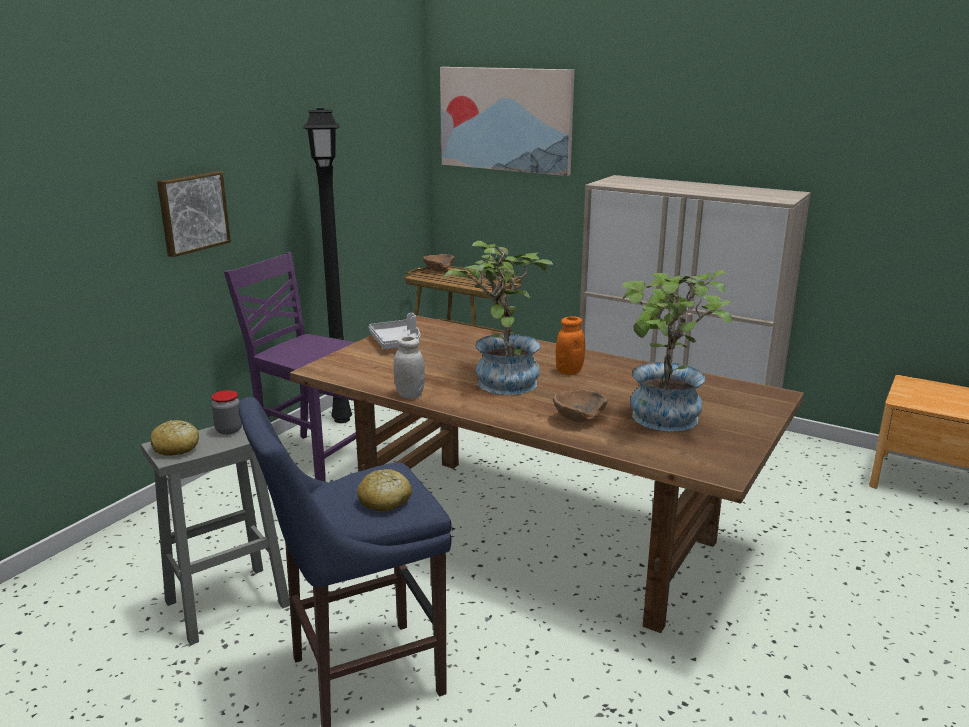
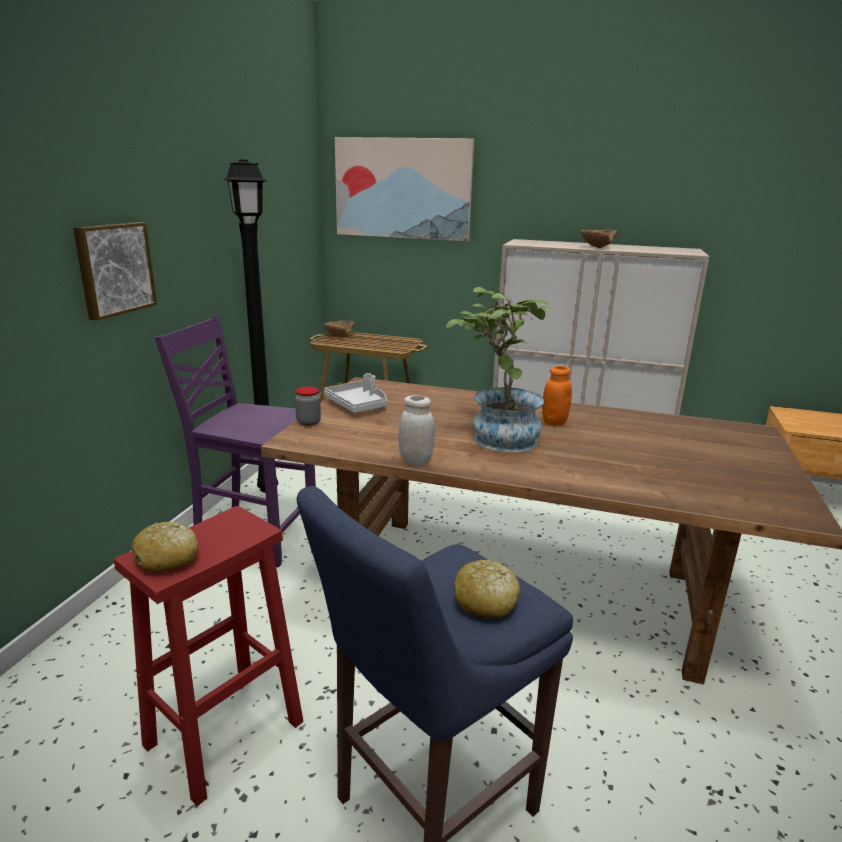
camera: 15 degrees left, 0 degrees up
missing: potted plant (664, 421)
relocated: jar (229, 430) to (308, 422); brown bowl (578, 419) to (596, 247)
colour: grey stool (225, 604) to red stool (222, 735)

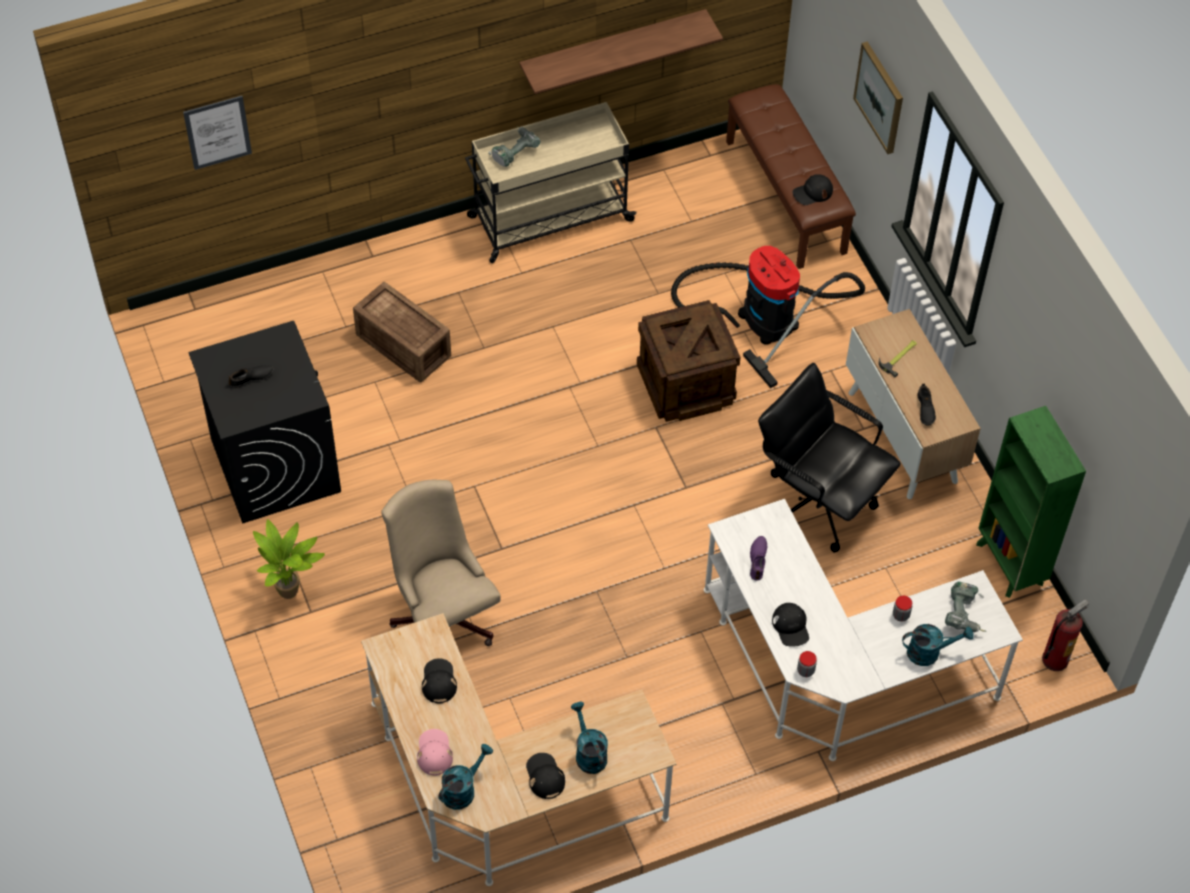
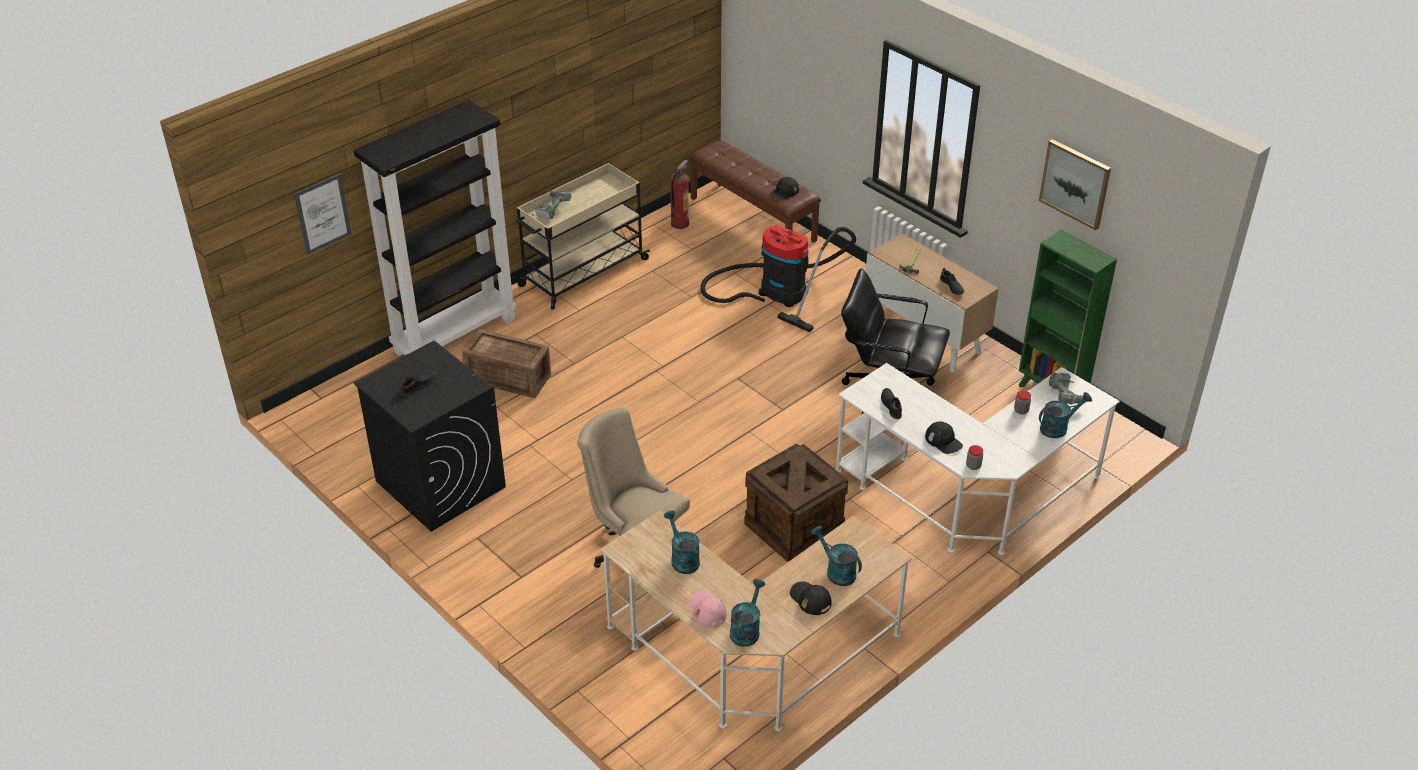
camera: 20 degrees left, 15 degrees down
missing: potted plant (291, 591); shelf (613, 47)
appeared: black bookcase (455, 334)
relocated: fire extinguisher (1055, 659) to (679, 223); crate (686, 384) to (794, 528); picture (880, 97) to (1075, 183)
exchanged: black cap (439, 681) to turquoise watering can (682, 558)
colour: purple shoe (758, 560) to black shoe (891, 405)

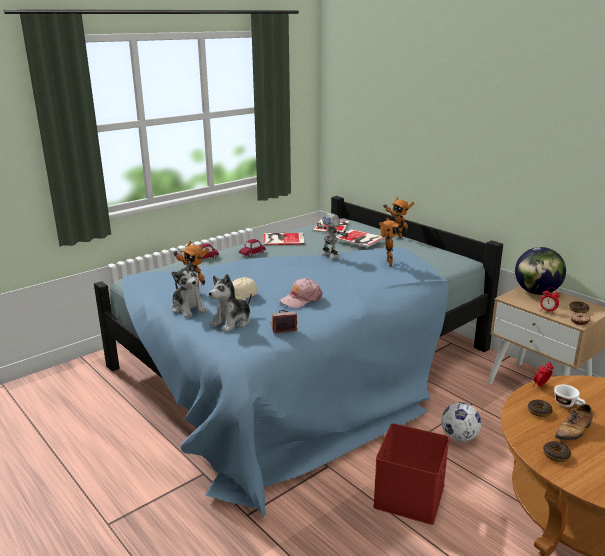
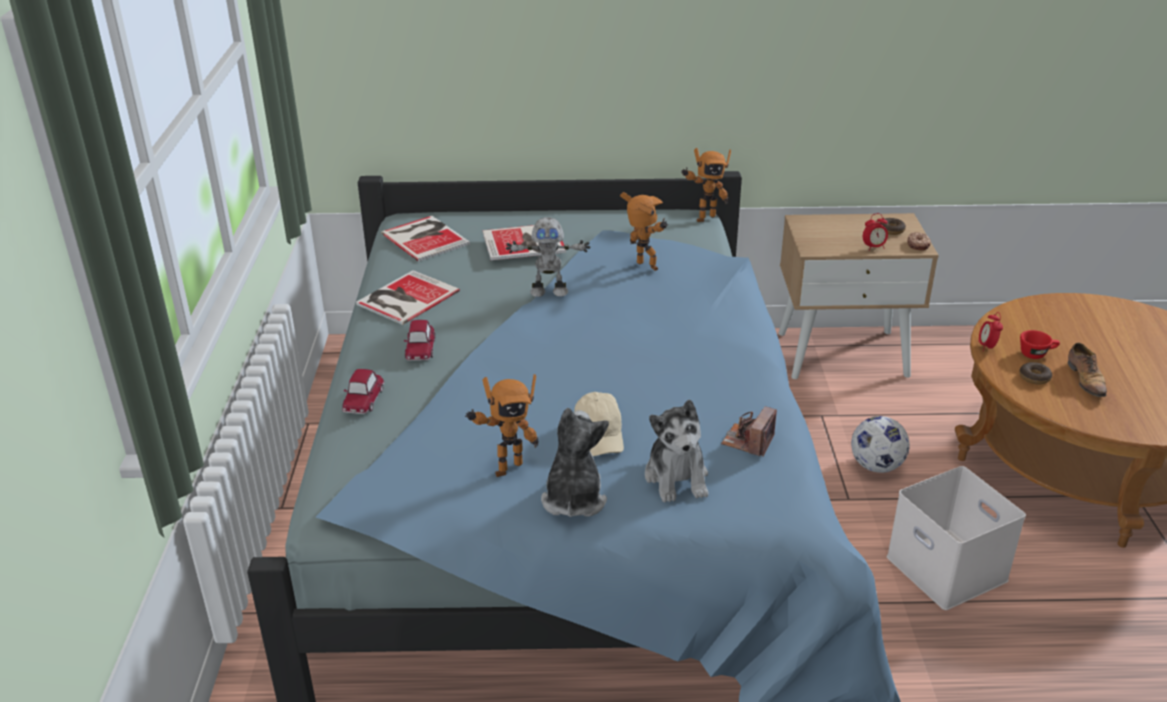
camera: 50 degrees left, 10 degrees up
missing: pink cap (301, 299); globe (536, 292); donut (556, 455)
relocated: toy robot (395, 236) to (703, 217)
colour: red storage box (410, 497) to white storage box (949, 569); white cup (568, 404) to red cup (1036, 354)
spun: plush toy (189, 308) = (573, 499) 90 degrees counterclockwise

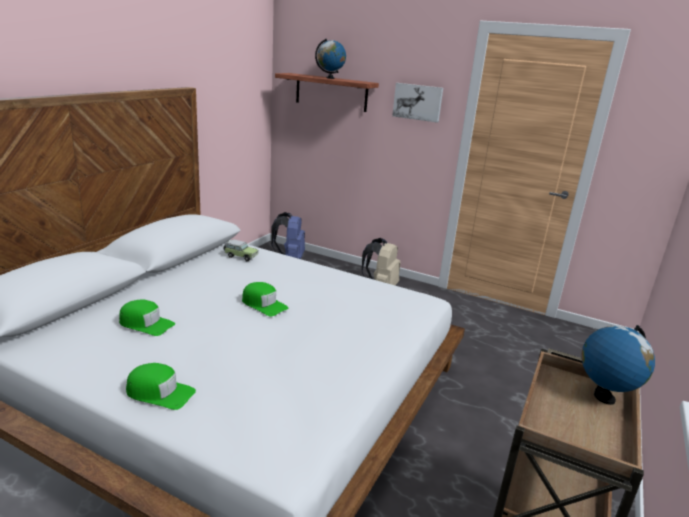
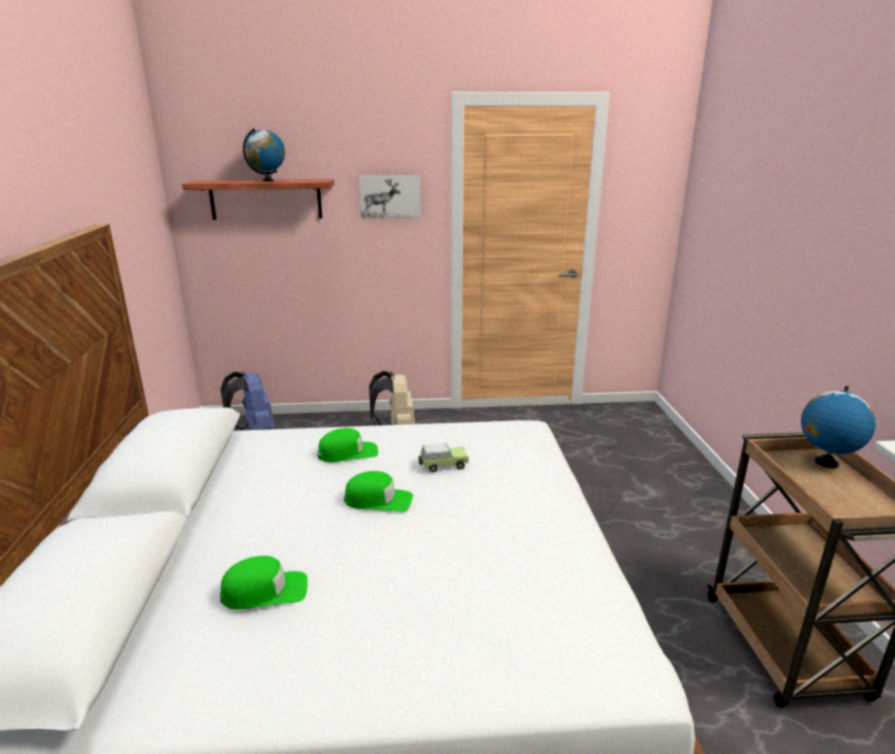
camera: 30 degrees left, 0 degrees up
relocated: green cap (160, 393) to (348, 453); toy car (240, 256) to (442, 466)

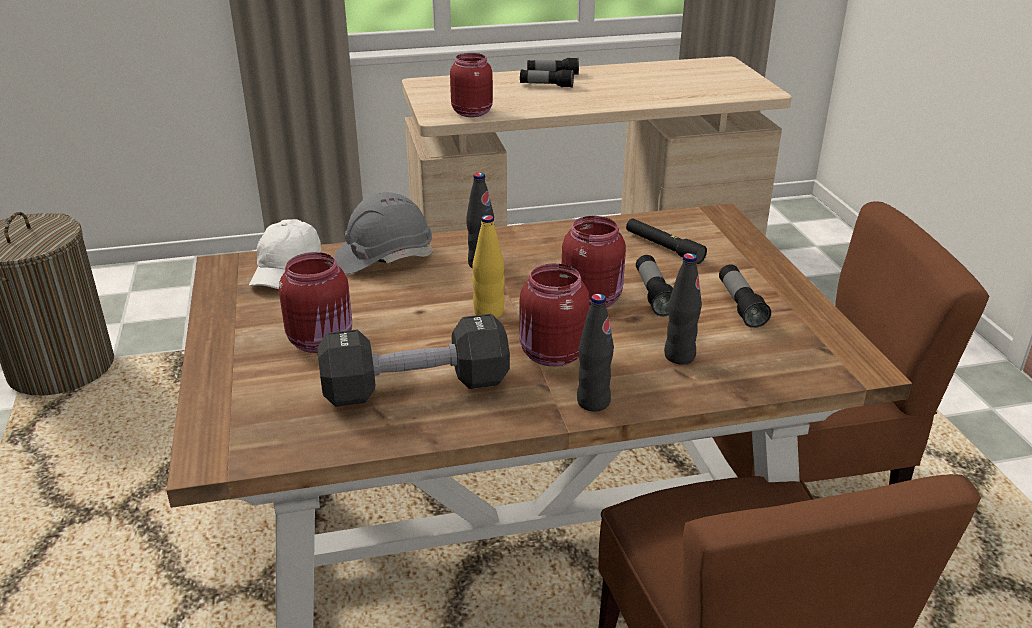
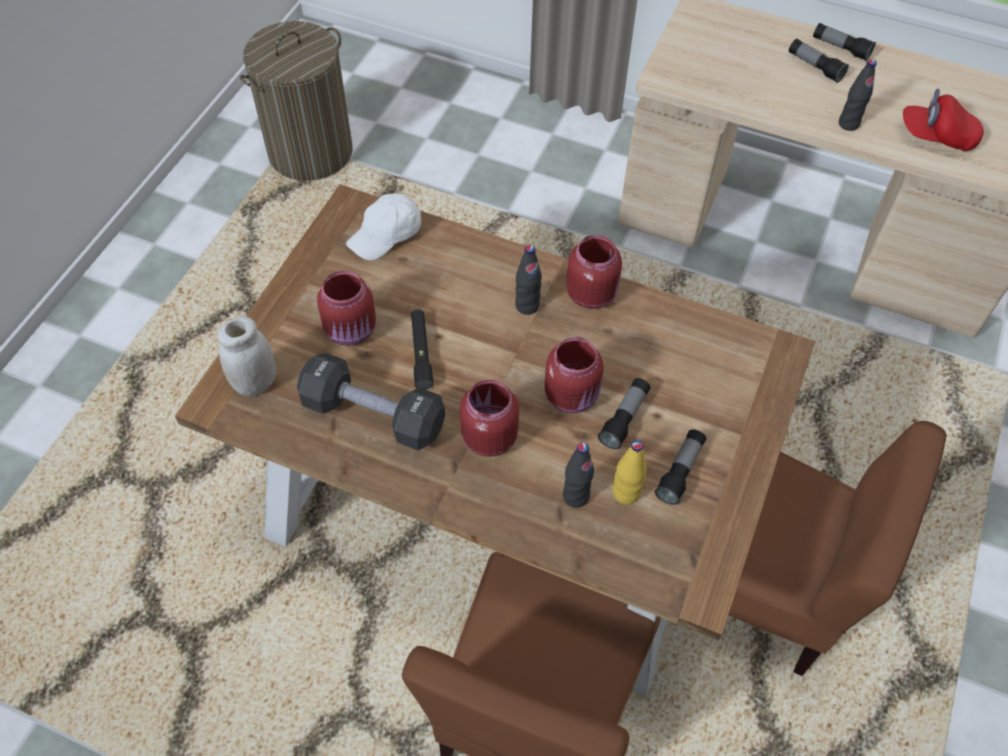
camera: 35 degrees right, 25 degrees up
missing: grey hard hat (384, 258)
appeared: white jar (255, 383); red cap (936, 136)
relocated: black flashlight (663, 247) to (421, 353); red jar (472, 112) to (592, 293); yellow bottle (489, 312) to (625, 493); black bottle (593, 402) to (848, 124)

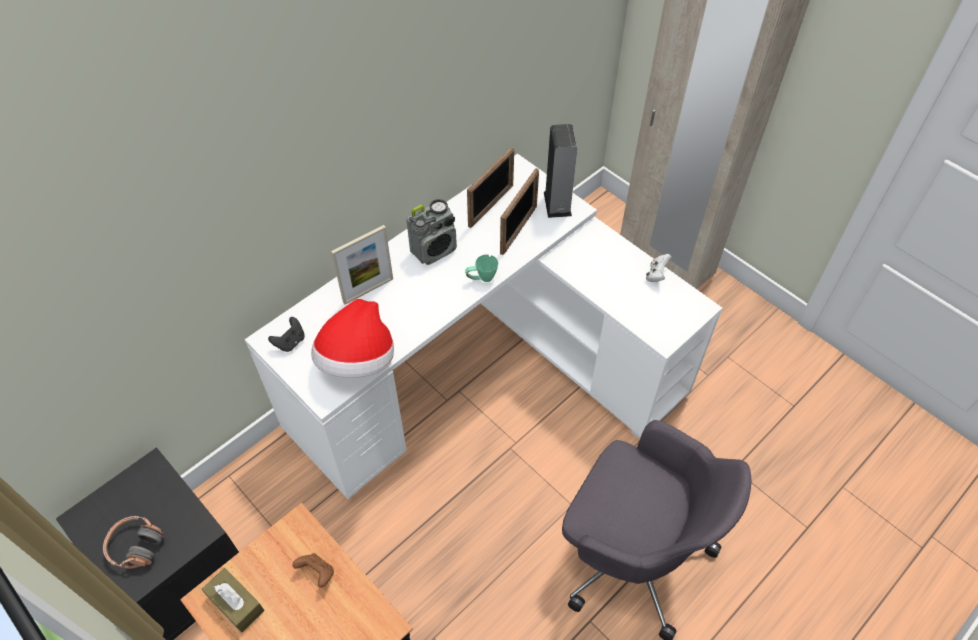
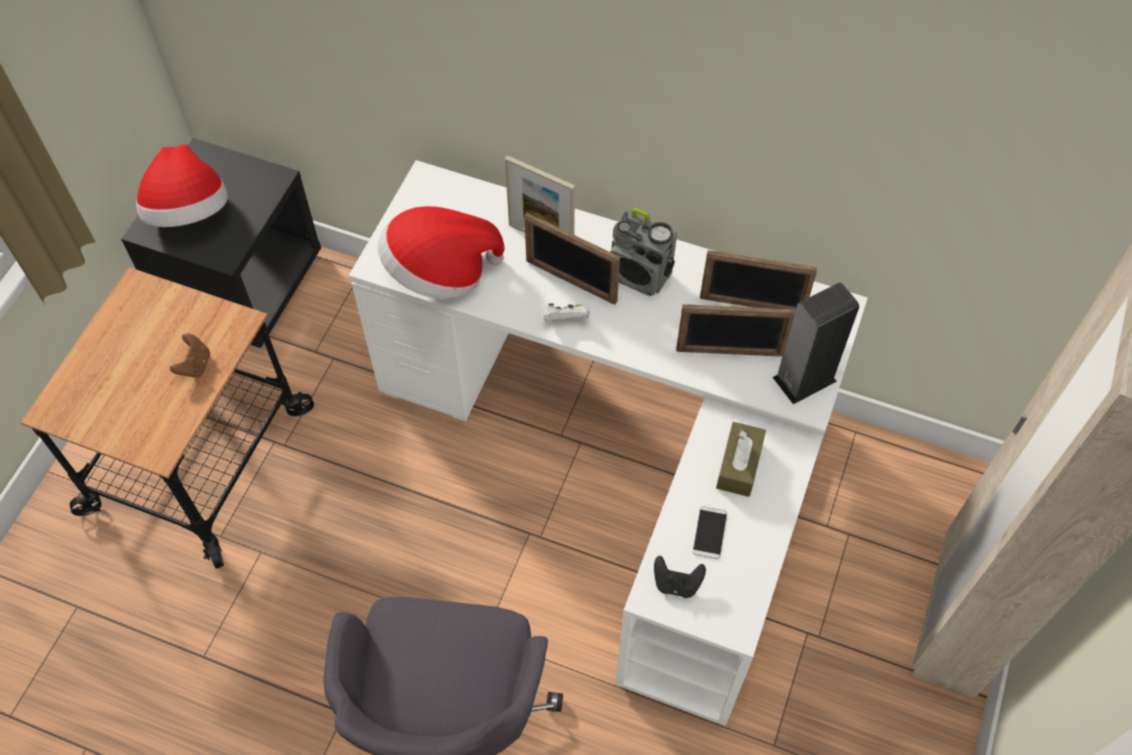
camera: 65 degrees right, 5 degrees up
missing: green mug (481, 279)
appeared: picture frame (570, 281); phone (709, 532)
relocated: white game controller (656, 274) to (565, 320); black game controller (290, 342) to (676, 583); brown tissue box (236, 603) to (739, 465)
exchanged: headphones (136, 546) to hat (189, 213)

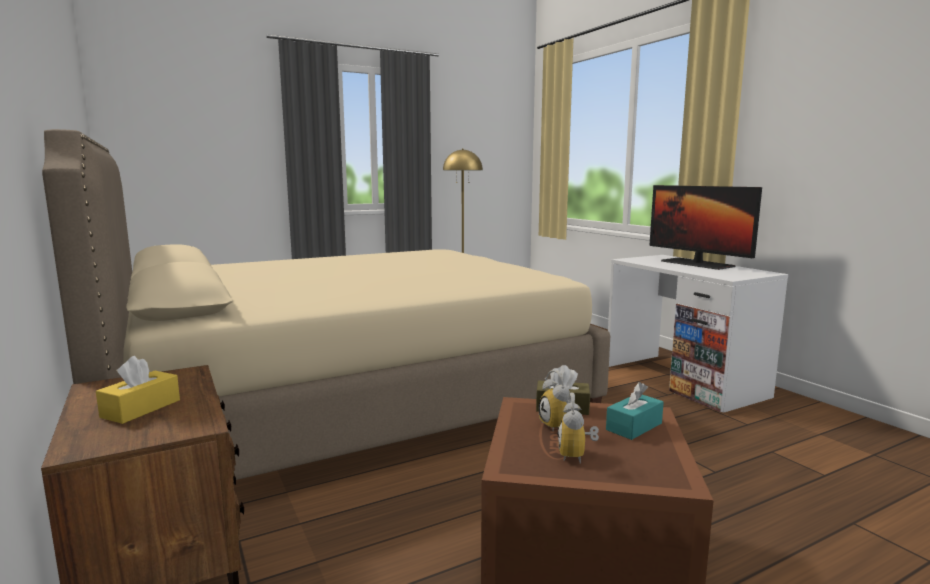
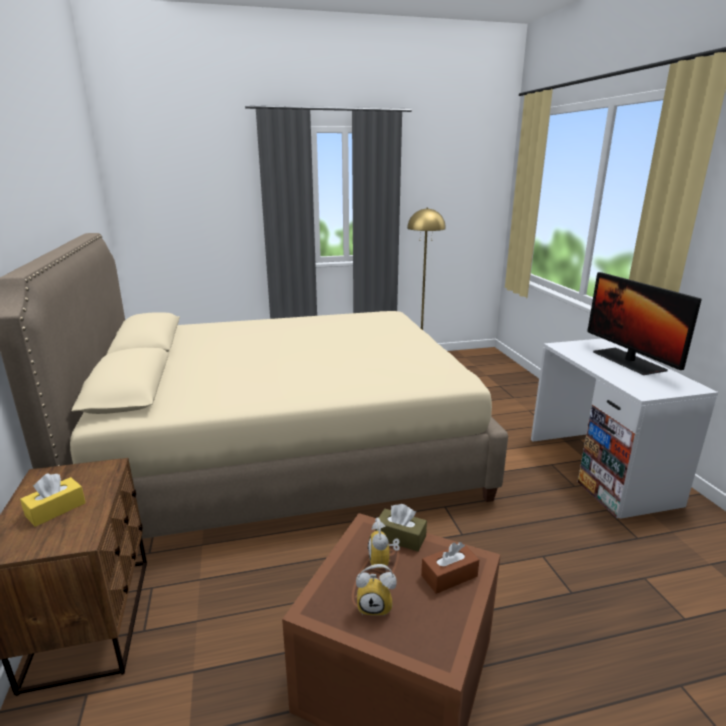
camera: 15 degrees right, 10 degrees up
colour: turquoise tissue box (634, 426) to brown tissue box (449, 576)
spun: alarm clock (577, 456) = (376, 605) 105 degrees counterclockwise

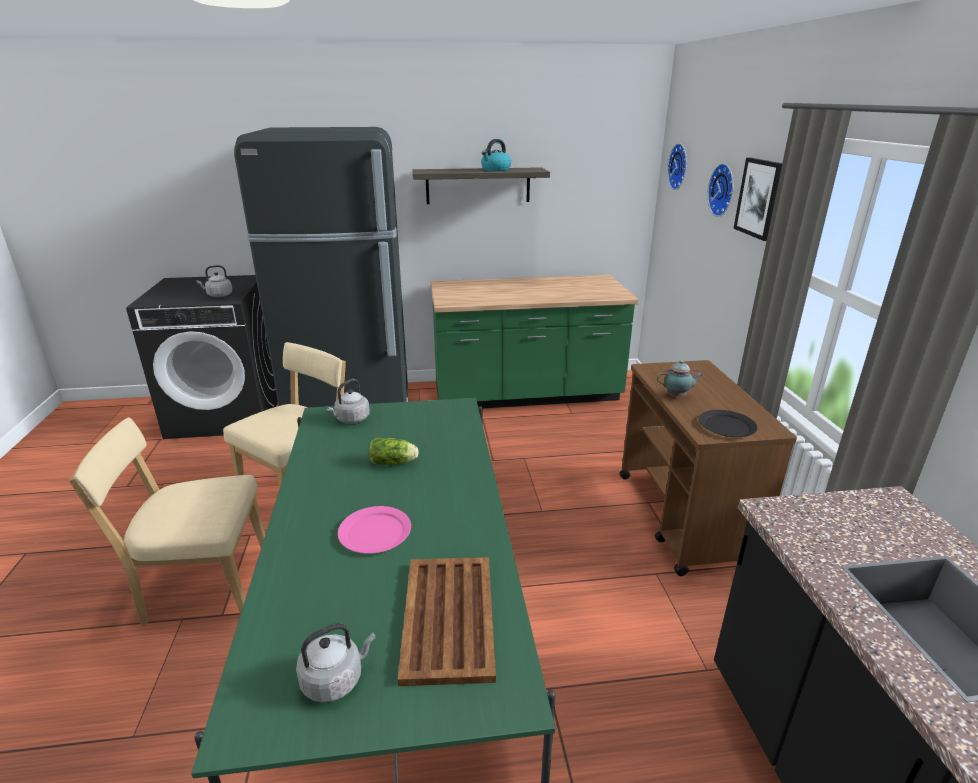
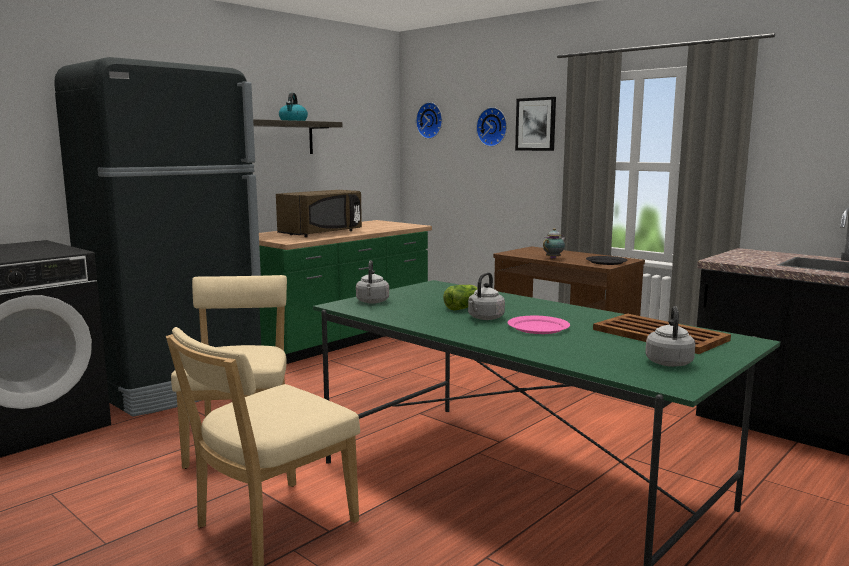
camera: 40 degrees left, 15 degrees down
appeared: brown microwave (323, 233)
relocated: grey kettle (218, 295) to (484, 318)

